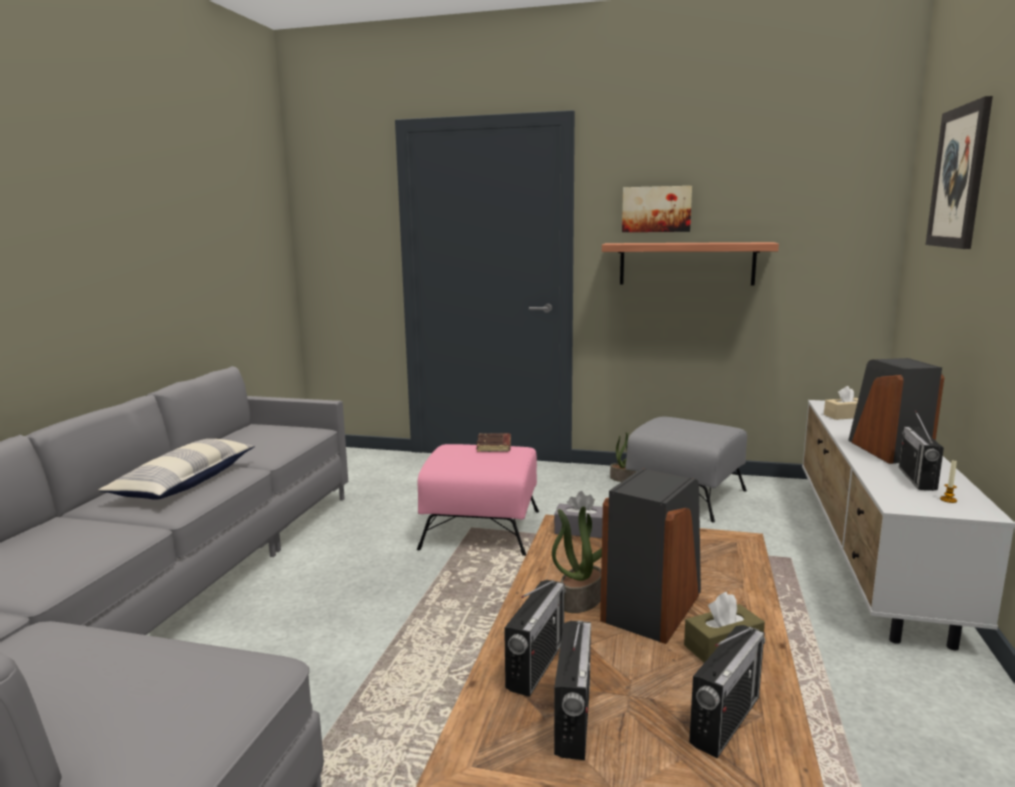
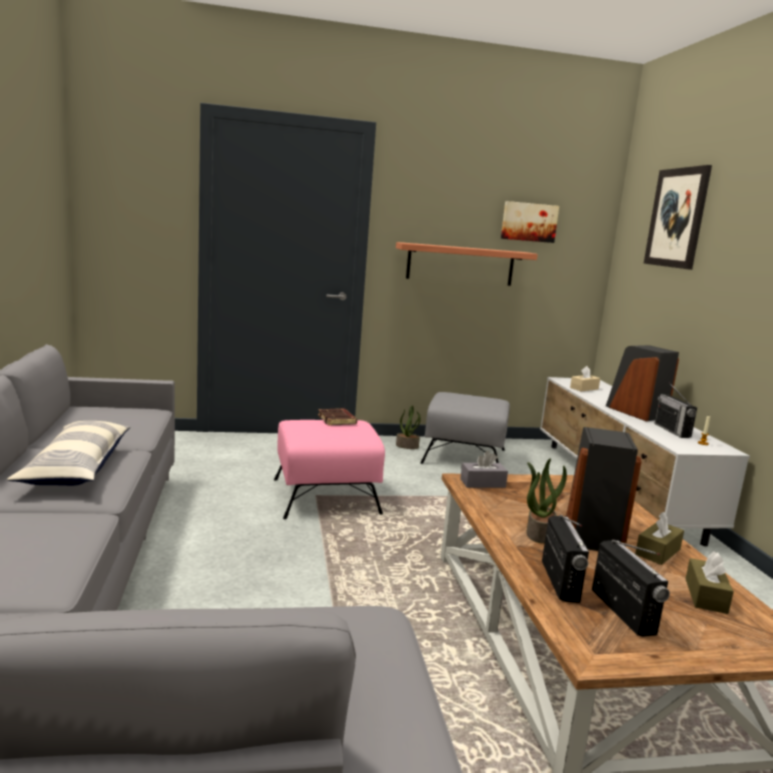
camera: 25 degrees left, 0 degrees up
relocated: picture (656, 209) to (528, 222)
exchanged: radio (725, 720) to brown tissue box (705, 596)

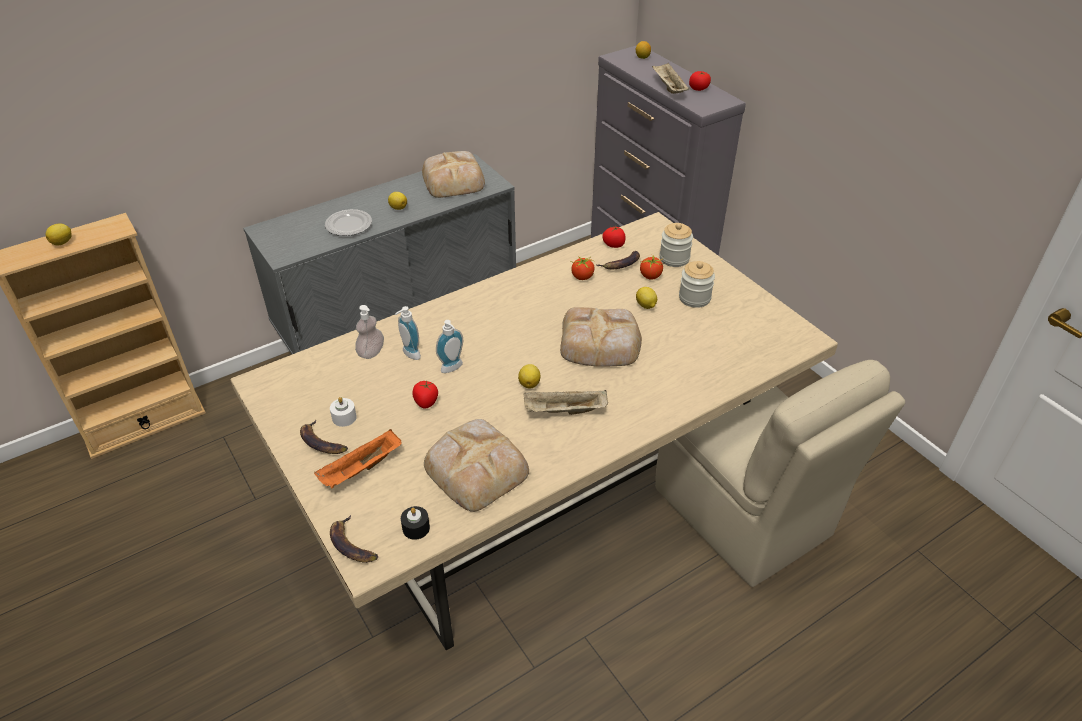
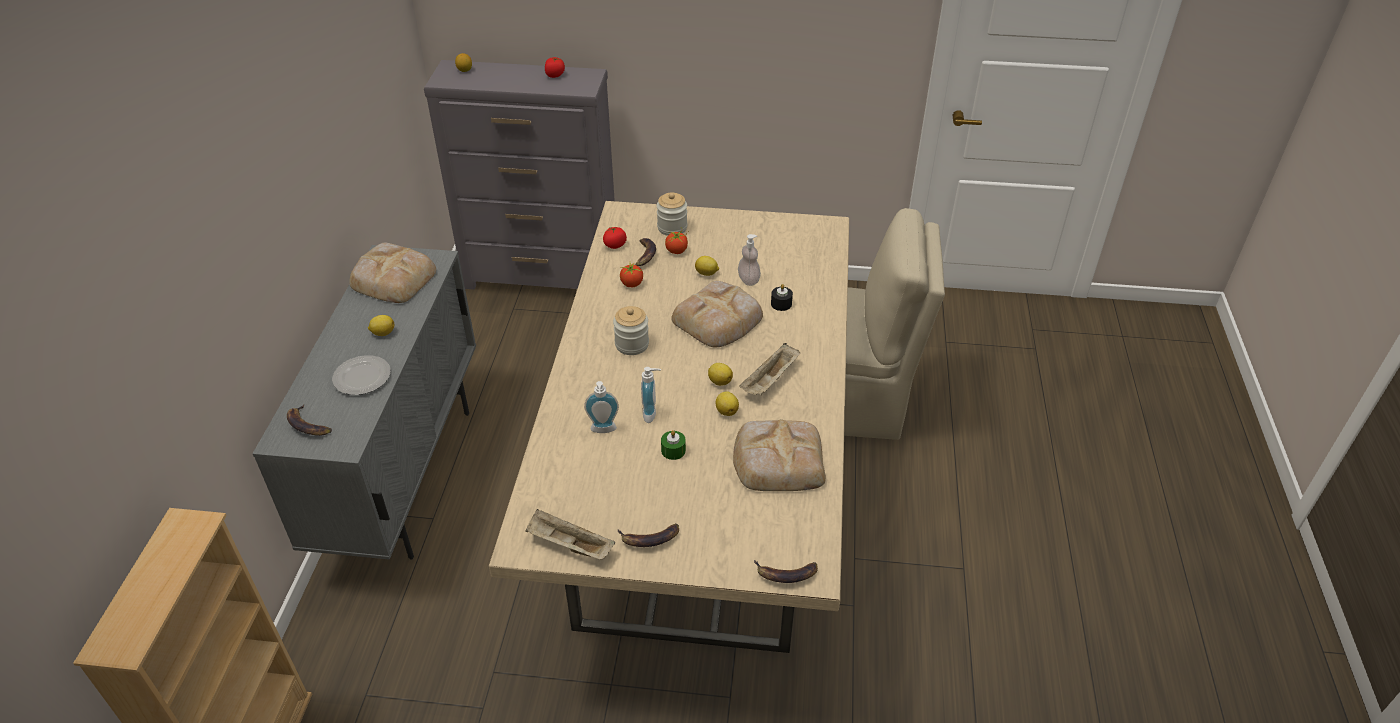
camera: 50 degrees left, 0 degrees up
missing: orange tray (361, 470); white candle (344, 417)
appeared: banana (307, 425)
relocated: beige tray (668, 87) to (569, 545); jar (694, 298) to (632, 344); lemon (63, 242) to (726, 411); soap dispenser (371, 352) to (748, 280); black candle (416, 528) to (781, 304)
exchanged: tomato (426, 402) to green candle (673, 450)

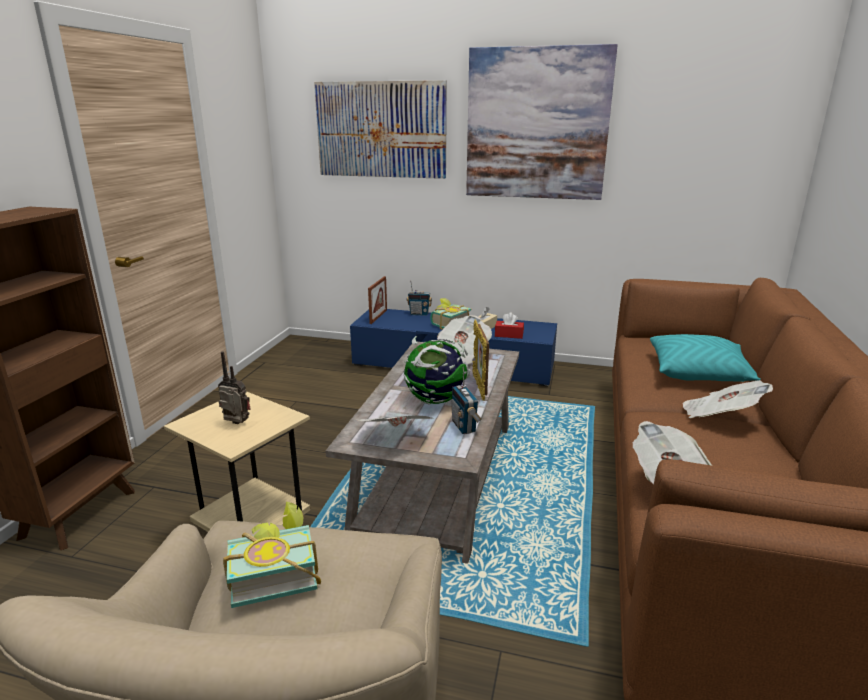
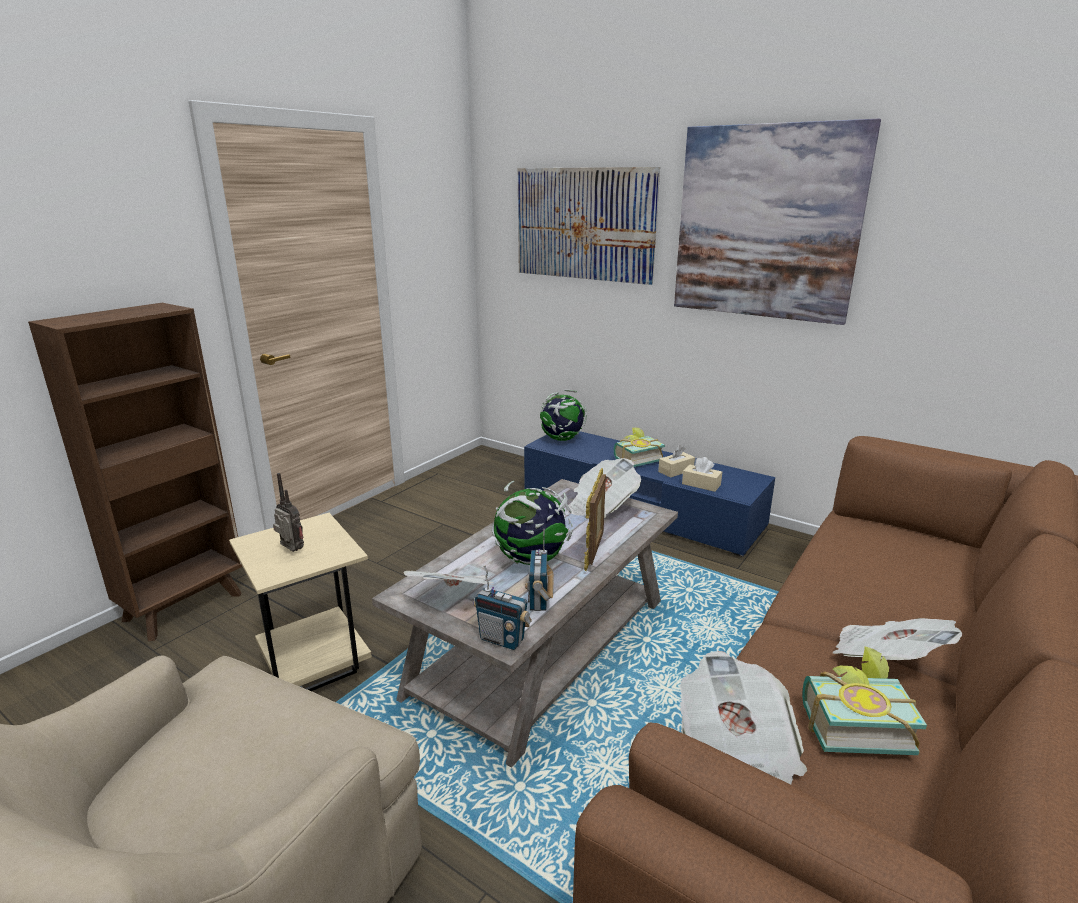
camera: 20 degrees right, 0 degrees up
missing: turquoise pillow (698, 373)
relocated: radio (419, 314) to (502, 639); book (274, 572) to (851, 722)
exchanged: picture frame (378, 316) to globe (562, 439)
colour: red tissue box (509, 335) to beige tissue box (701, 484)

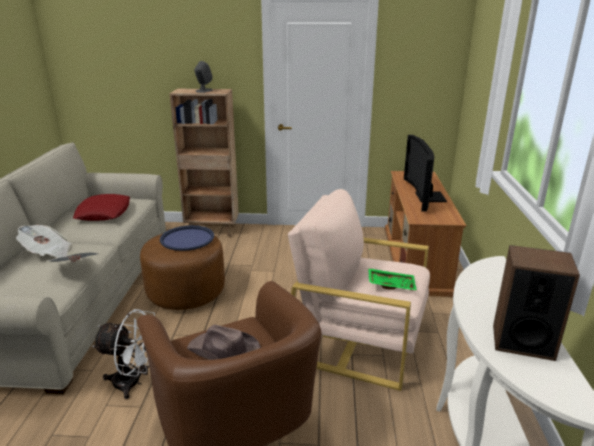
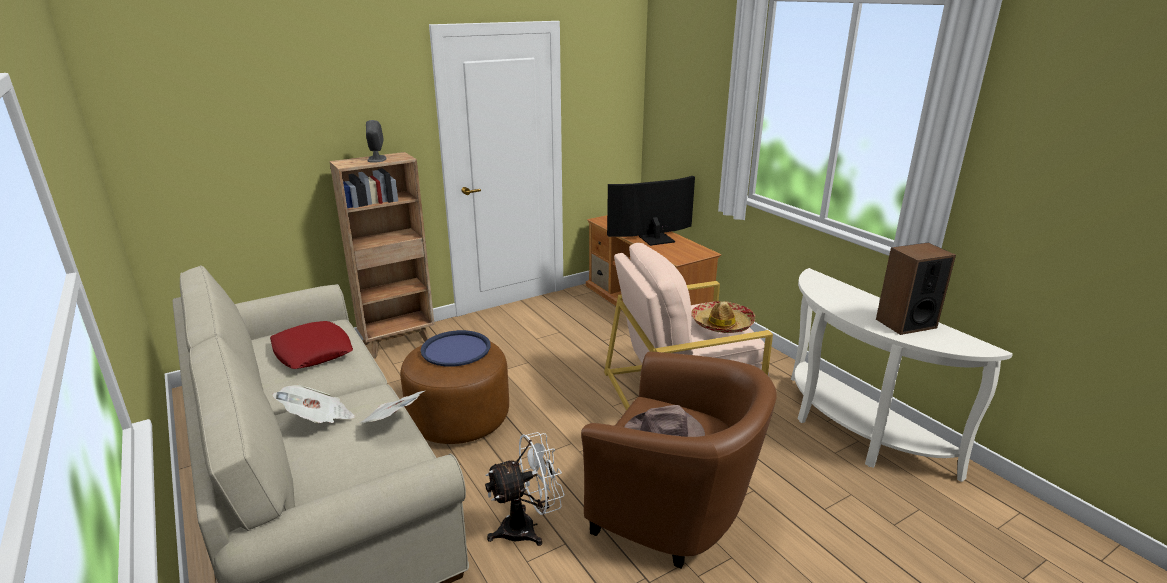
camera: 35 degrees left, 0 degrees up
exchanged: green tray (391, 284) to hat (722, 324)
spun: television (425, 197) = (655, 237) 105 degrees clockwise

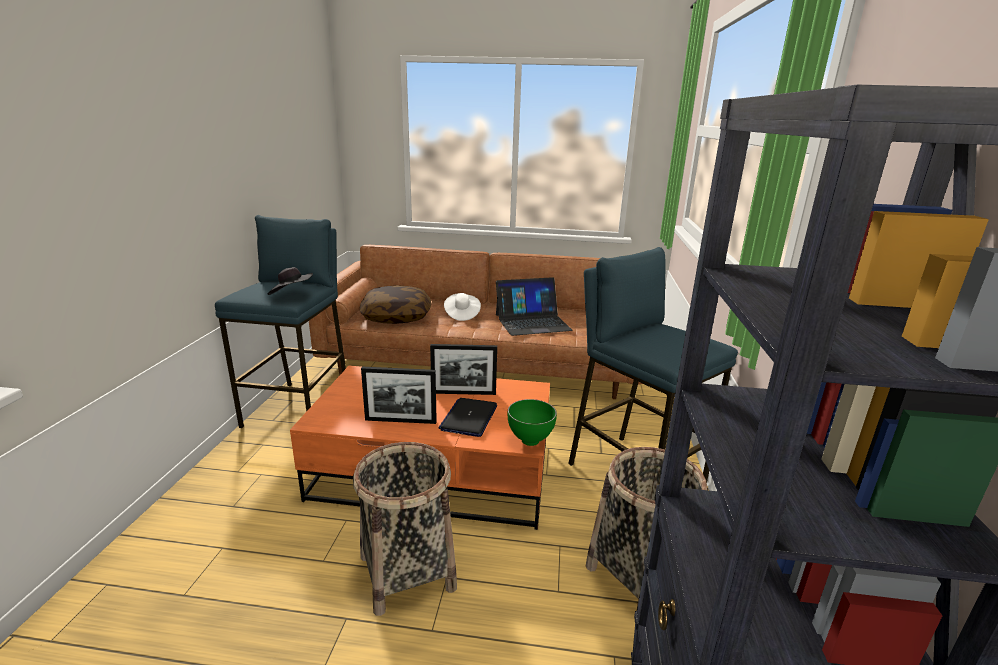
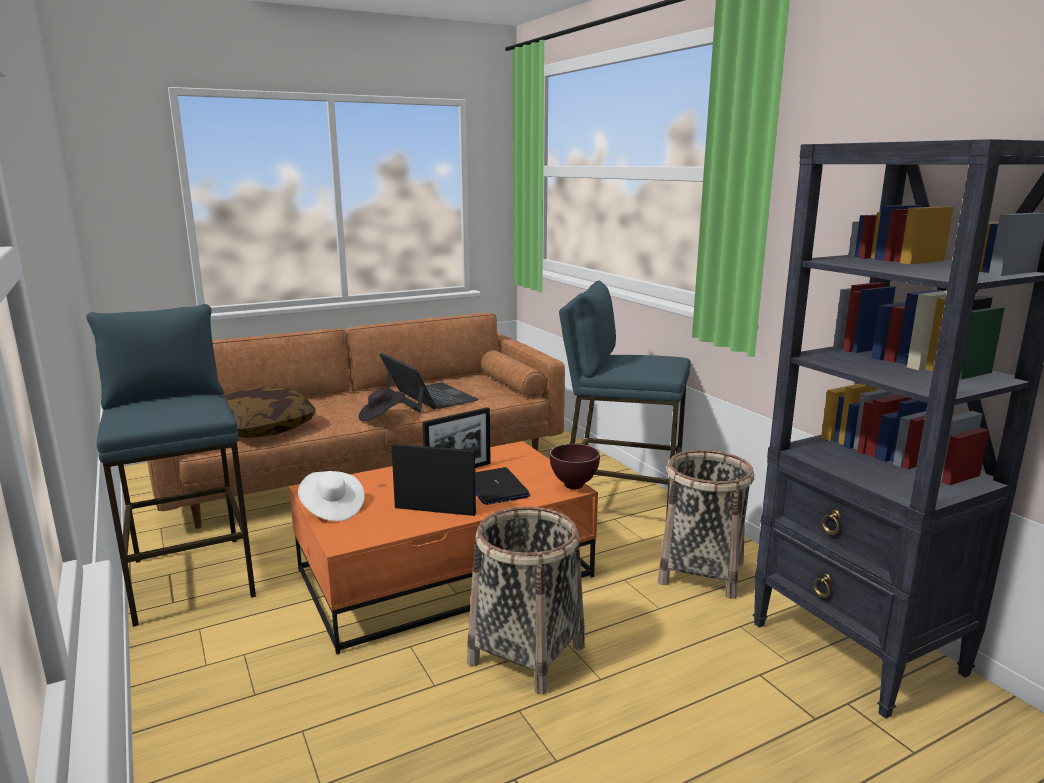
camera: 35 degrees left, 5 degrees down
relocated: white hat (461, 314) to (332, 509); black hat (292, 295) to (381, 417)
colour: green bowl (529, 441) to brown bowl (572, 486)
spun: laptop (532, 322) = (429, 397) 75 degrees counterclockwise; picture frame (400, 421) = (435, 510) 135 degrees counterclockwise

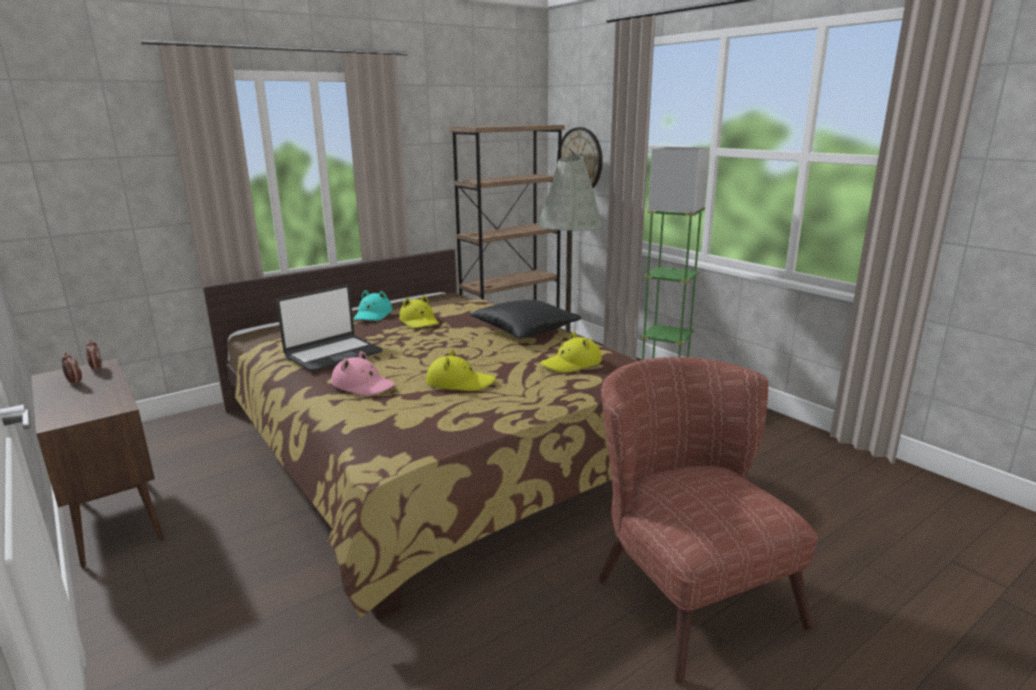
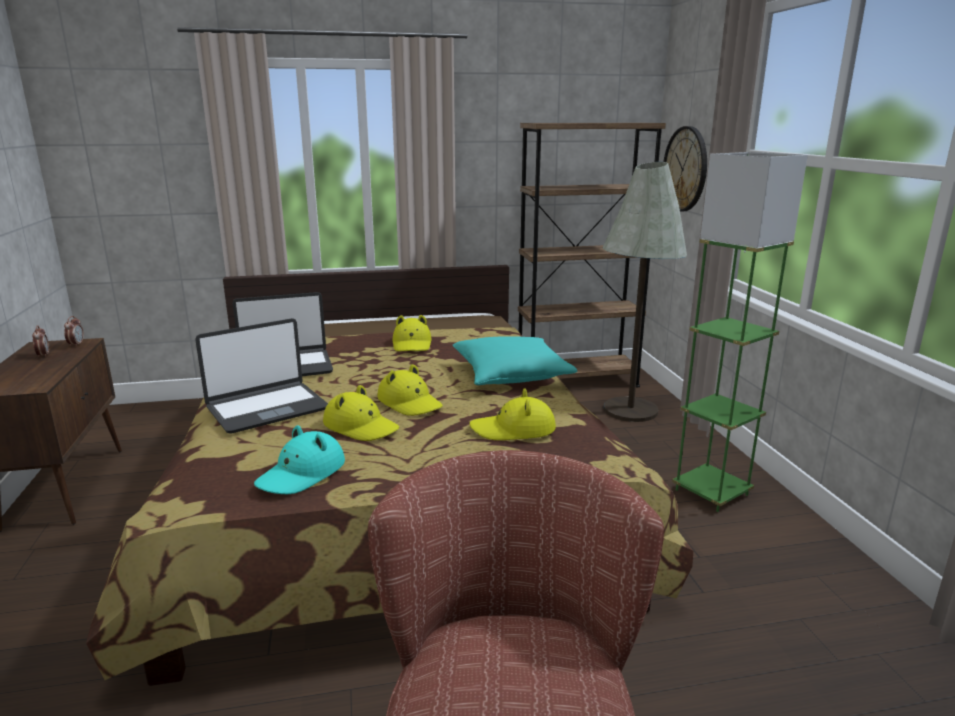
camera: 25 degrees right, 0 degrees up
appeared: yellow hat (410, 402)
relocated: turquoise hat (373, 315) to (302, 473)
exchanged: pink hat (363, 385) to laptop (267, 408)
colour: black pillow (525, 331) to turquoise pillow (511, 375)

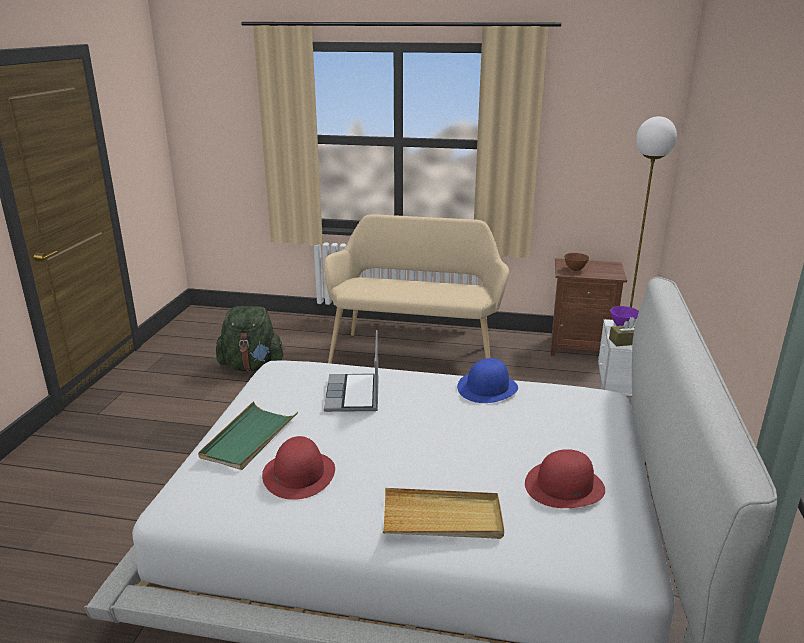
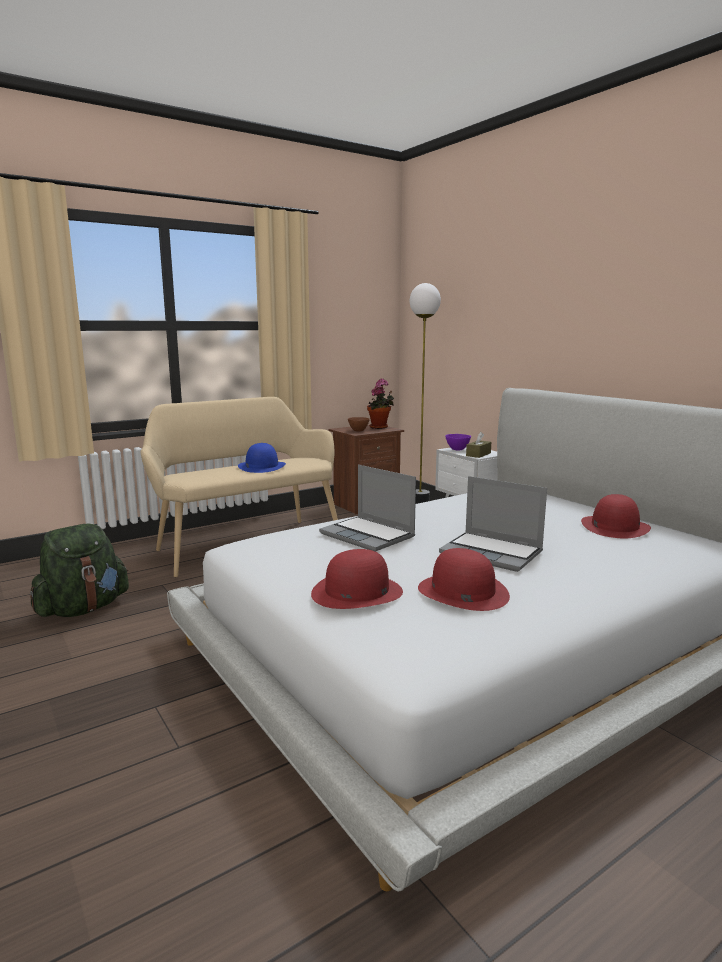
camera: 45 degrees left, 10 degrees down
missing: beige tray (442, 518)
appeared: potted plant (380, 427); laptop (492, 553)
relocated: blue hat (487, 387) to (261, 466)
exchanged: green tray (249, 438) to red hat (356, 592)

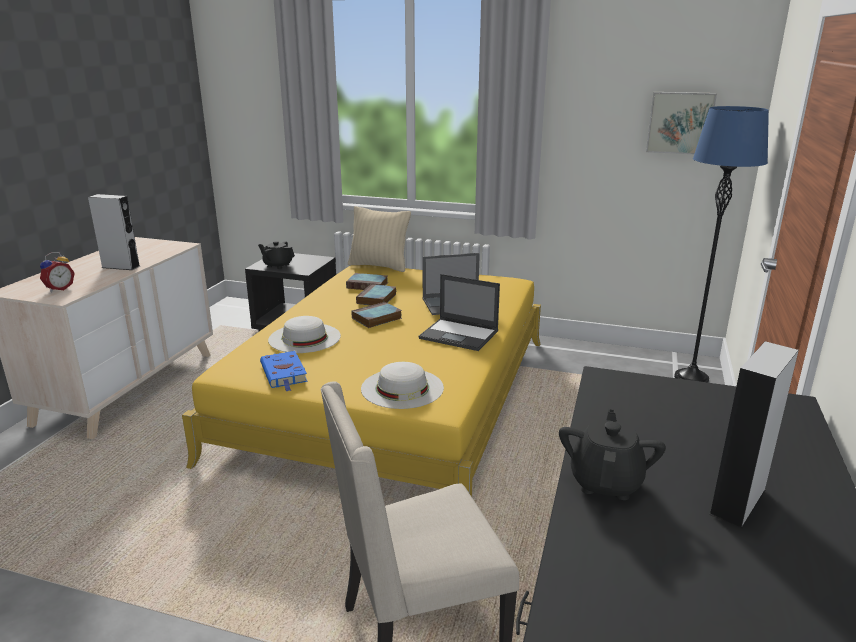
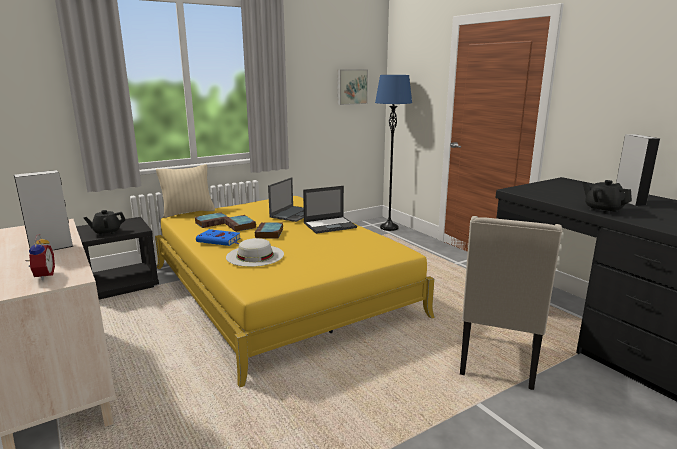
camera: 50 degrees left, 5 degrees down
missing: white hat (402, 388)
relocated: blue book (284, 374) to (220, 240)

